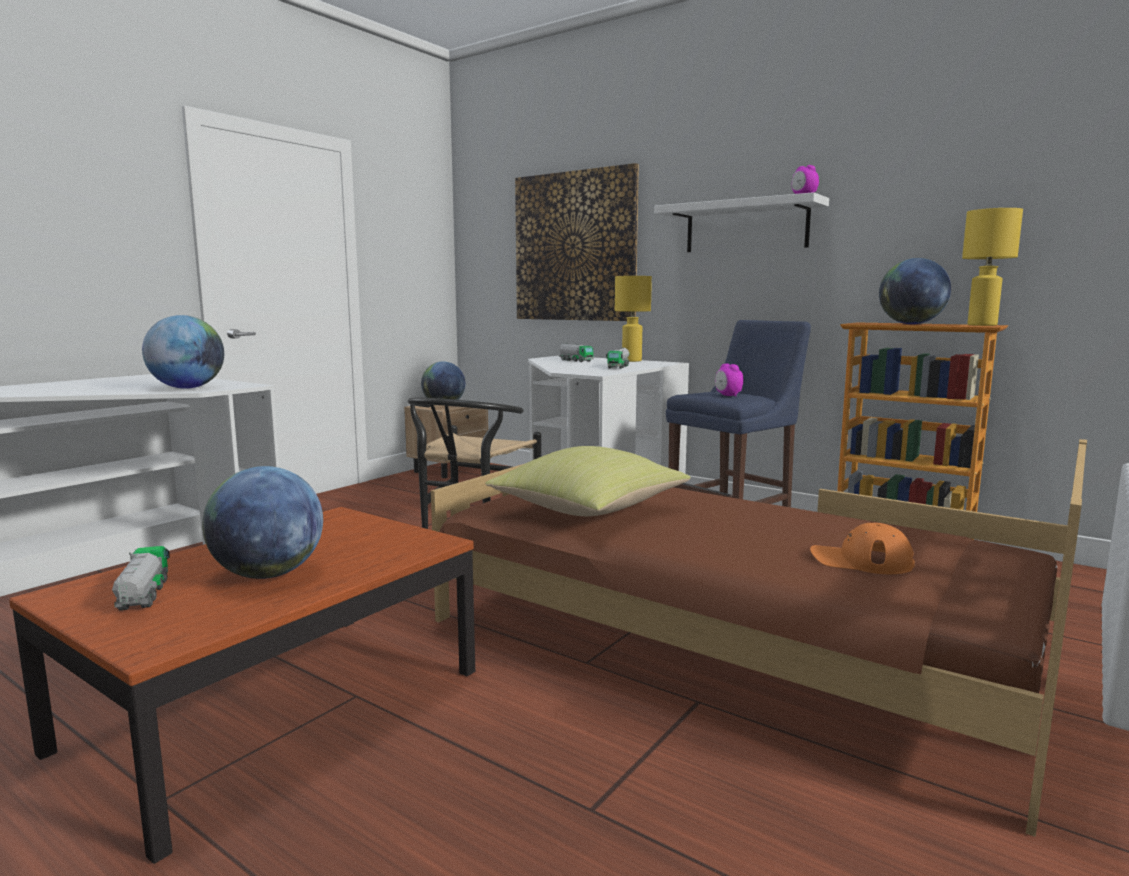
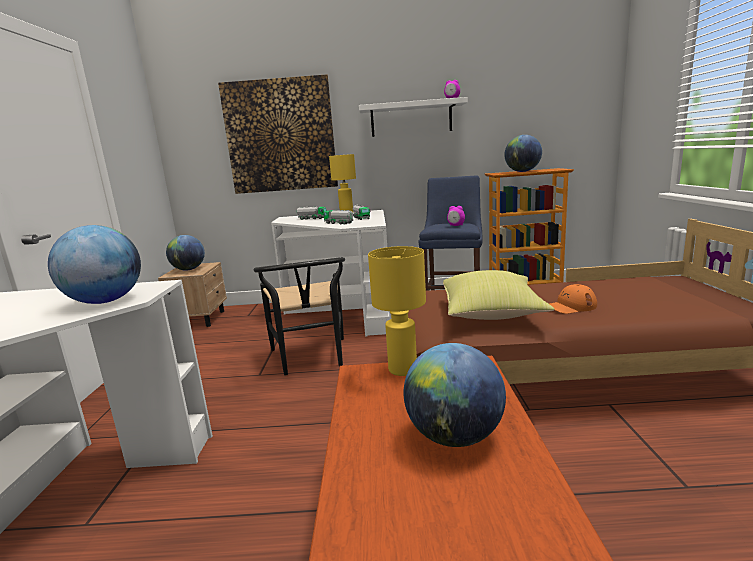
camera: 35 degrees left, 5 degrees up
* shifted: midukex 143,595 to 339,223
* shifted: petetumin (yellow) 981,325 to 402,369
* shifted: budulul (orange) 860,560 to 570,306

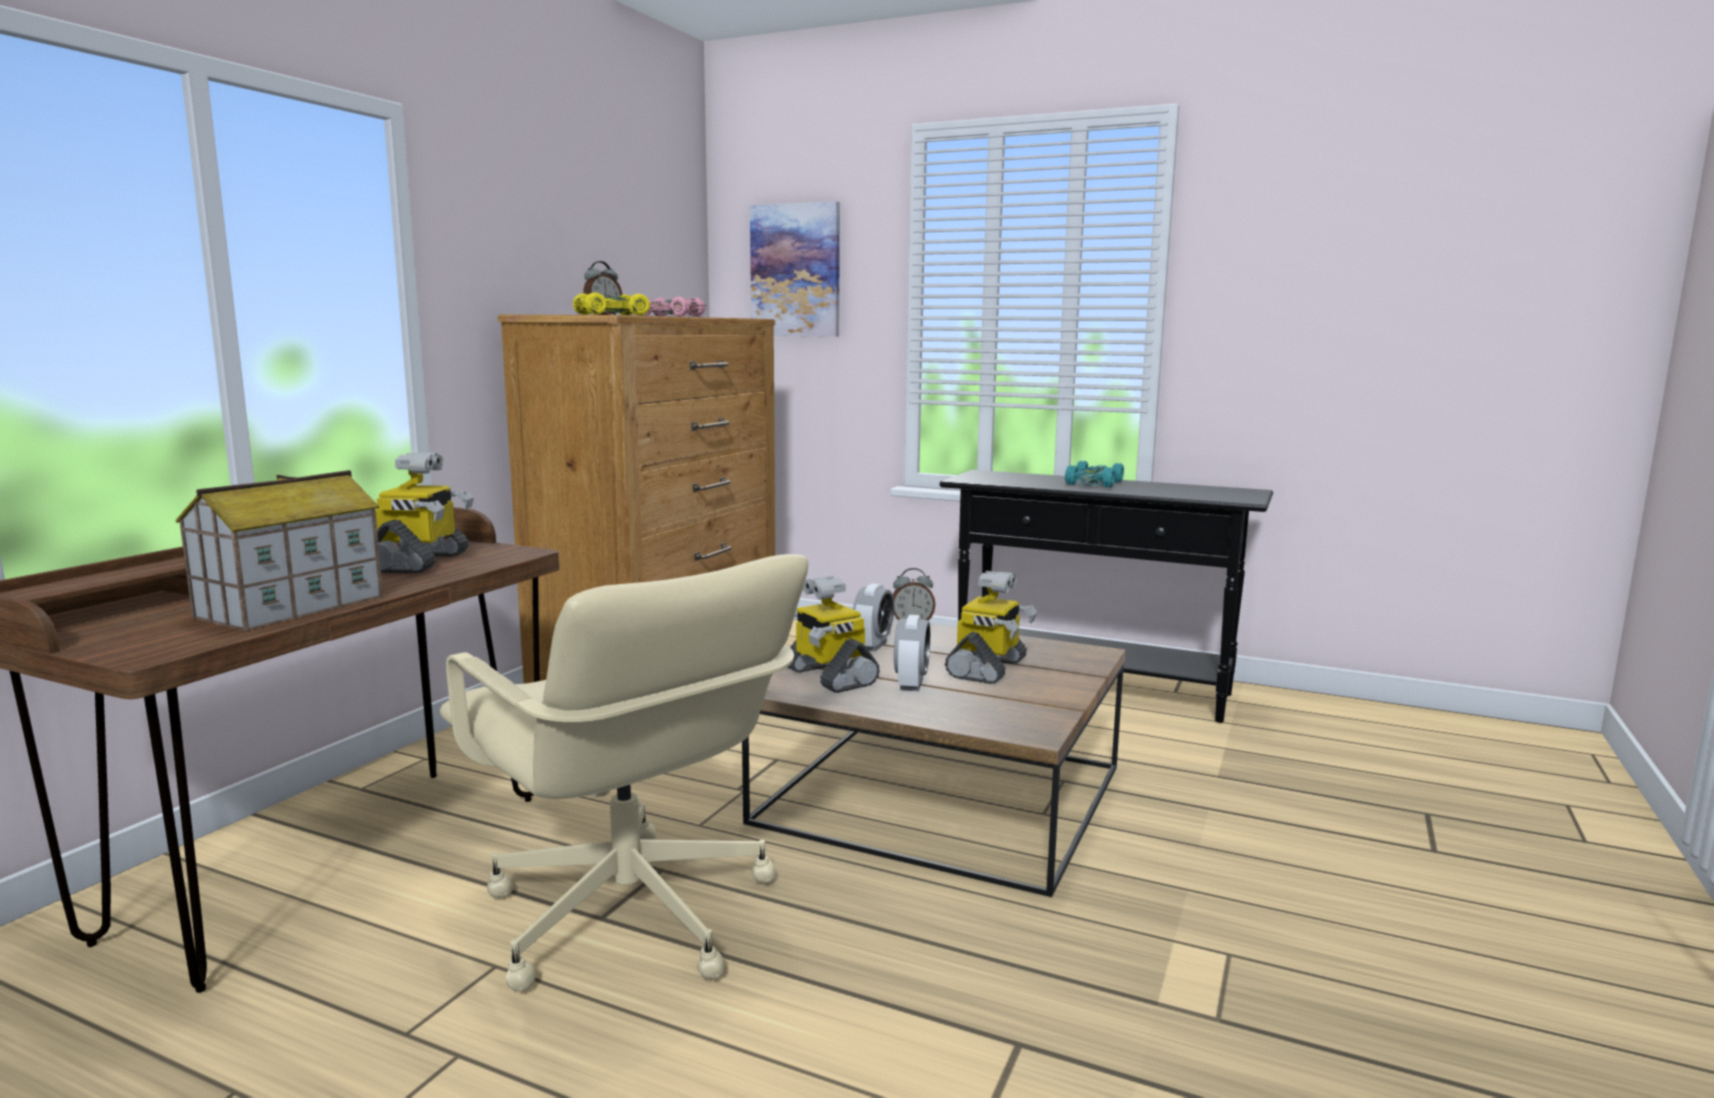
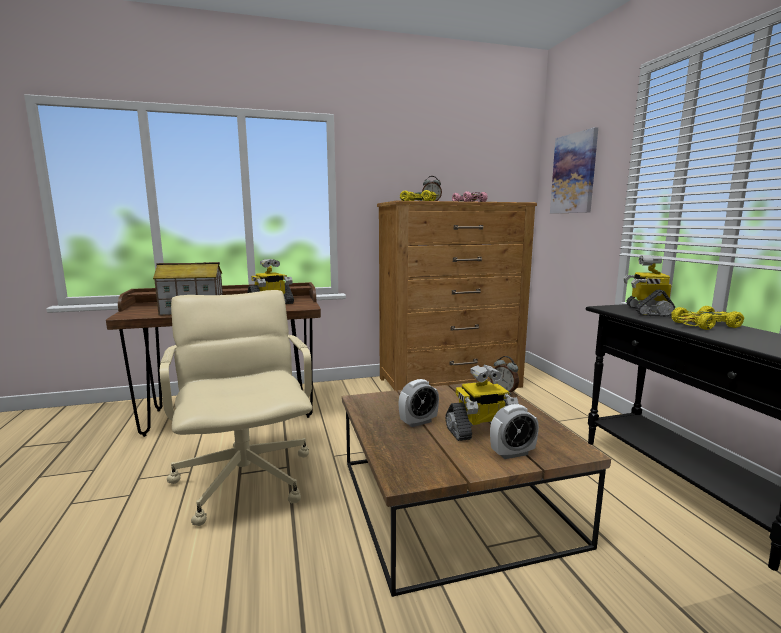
camera: 50 degrees right, 0 degrees up
* rotated: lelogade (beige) 629,916 = 246,478 150 degrees clockwise
* shifted: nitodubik 873,646 to 512,453
* shifted: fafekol 828,676 to 646,311
* repainted: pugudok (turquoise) 1094,483 to pugudok (yellow) 704,325

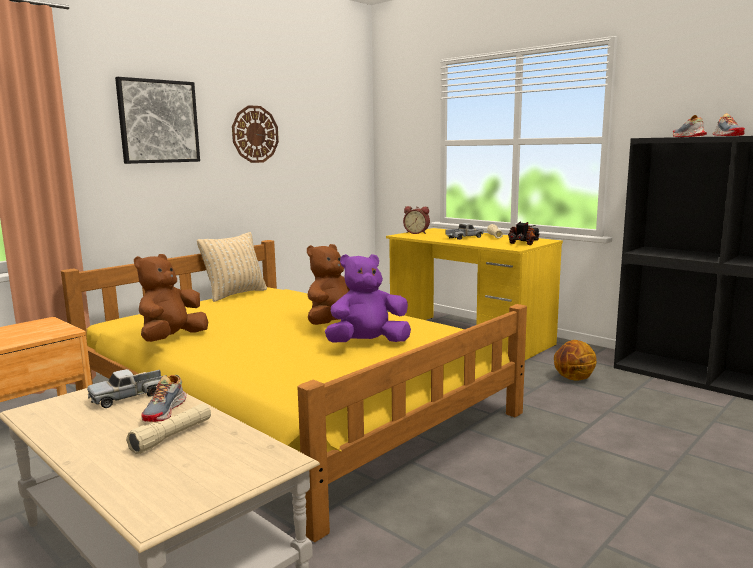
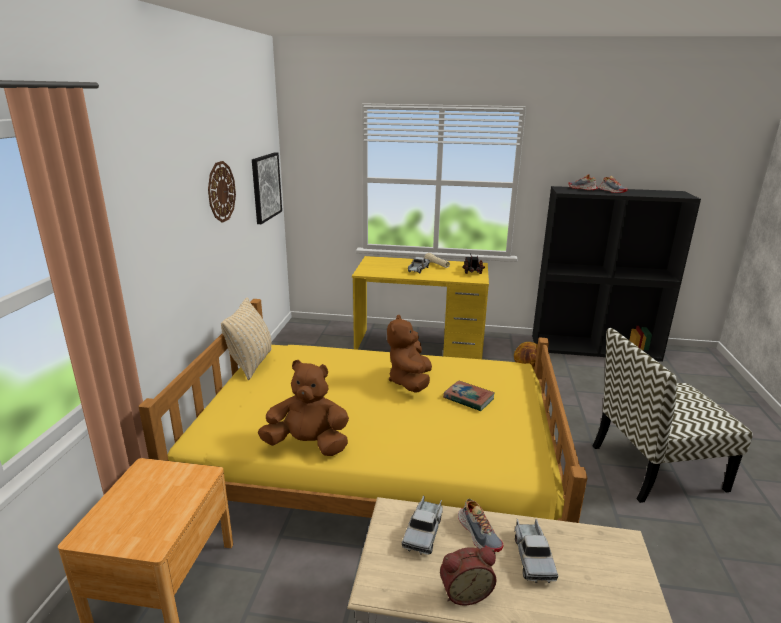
camera: 35 degrees left, 10 degrees up
* shifted: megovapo 158,121 to 265,187
* rotated: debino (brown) 172,339 = 308,445 105 degrees clockwise
* shifted: nitodubik 417,233 to 465,591
* swapped: debino (purple) 367,344 to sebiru 468,398
* swapped: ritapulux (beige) 172,437 to midukex 532,557
* new: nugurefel 655,468

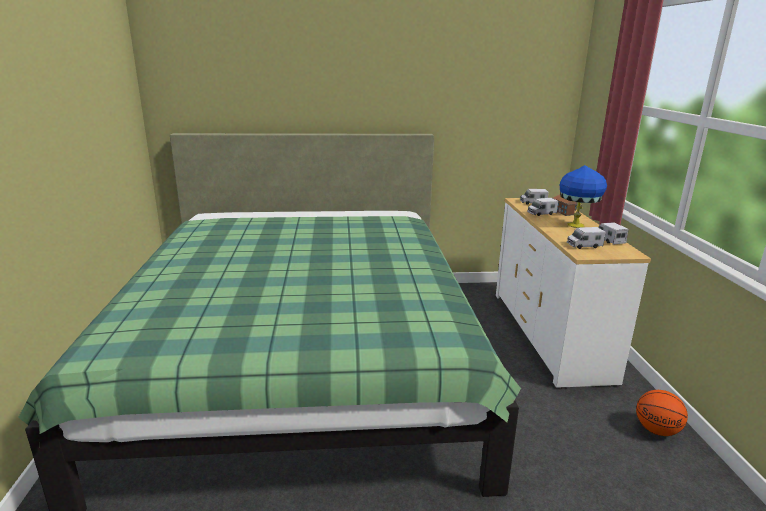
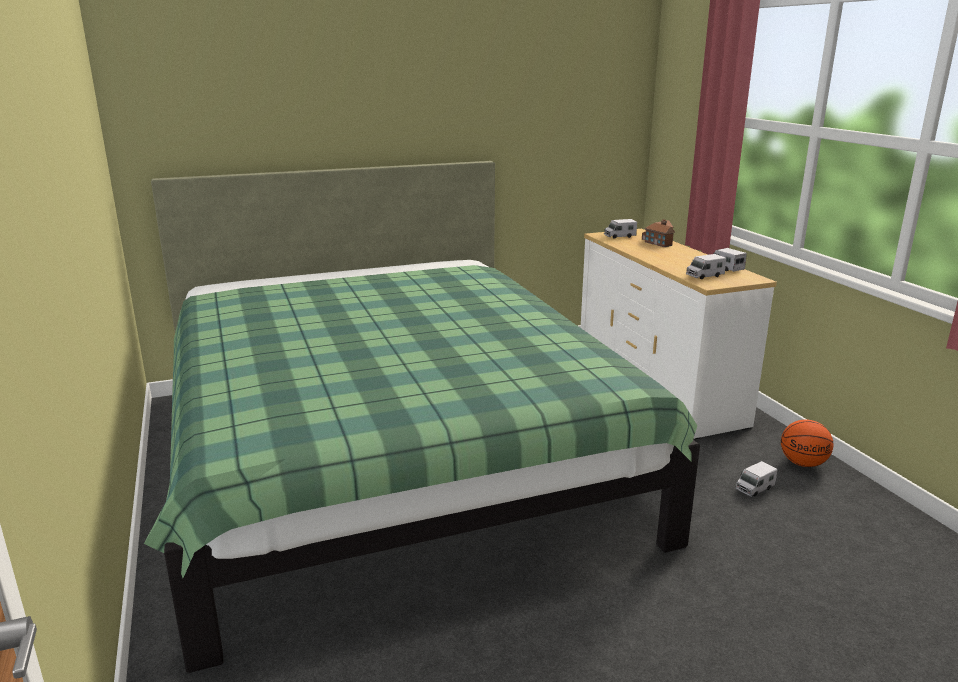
camera: 15 degrees left, 0 degrees up
* shifted: midukex 541,213 to 754,488
* gone: petetumin (blue) 576,225

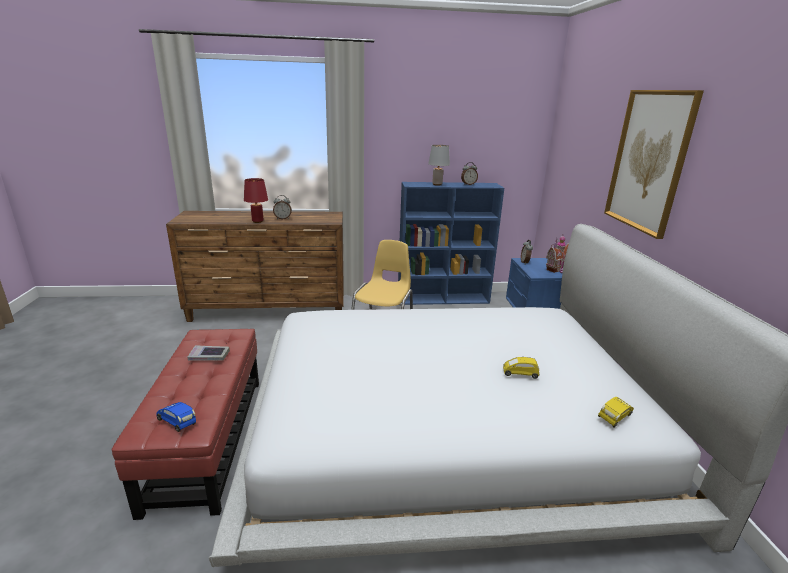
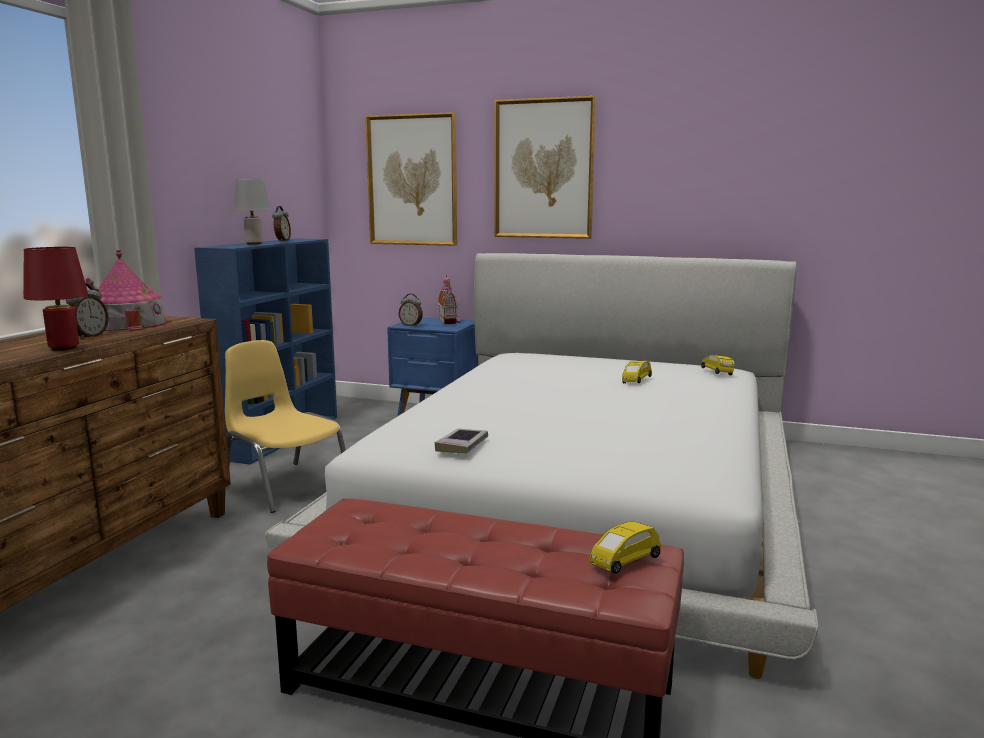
camera: 65 degrees left, 10 degrees down
* new: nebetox 127,324
* new: megovapo 412,180
* shifted: sebiru 209,356 to 462,445
* repainted: pugudok (blue) 178,422 to pugudok (yellow) 624,562

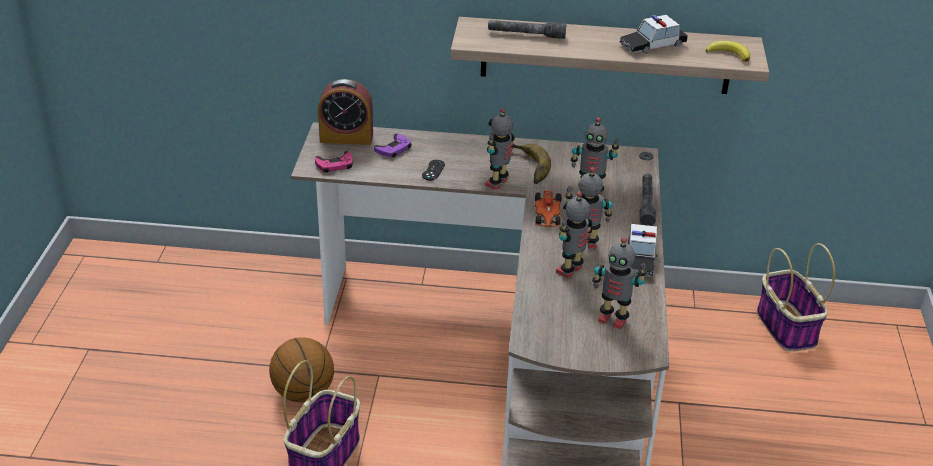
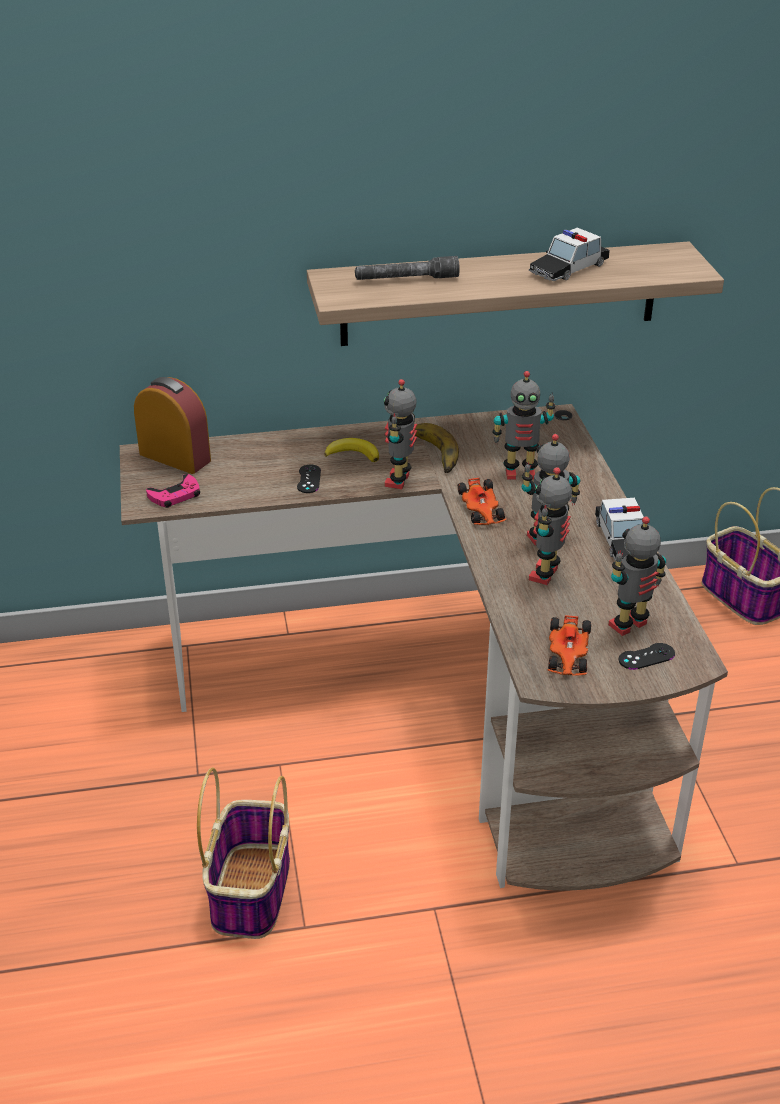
camera: 15 degrees left, 0 degrees up
* rotated: nitodubik 346,137 = 175,457 135 degrees counterclockwise
* shifted: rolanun 729,54 to 353,454
* new: pugudok 568,654
* rotated: fafekol 613,319 = 629,626 135 degrees clockwise
* new: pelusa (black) 646,657
* gone: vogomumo 303,392
* gone: pelusa (purple) 393,149
* gone: ritapulux (grey) 646,204

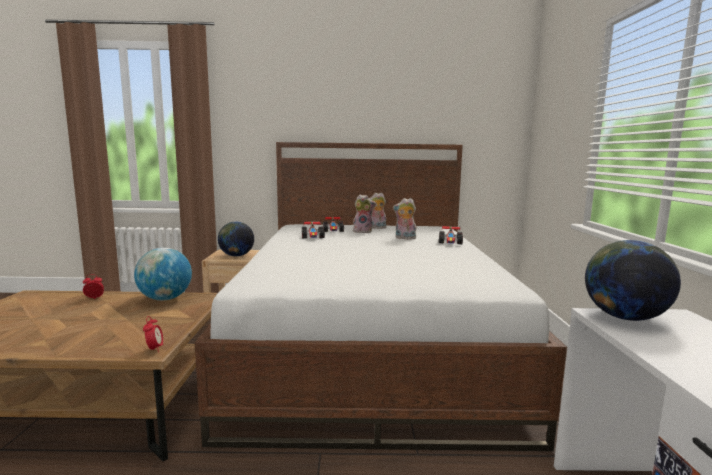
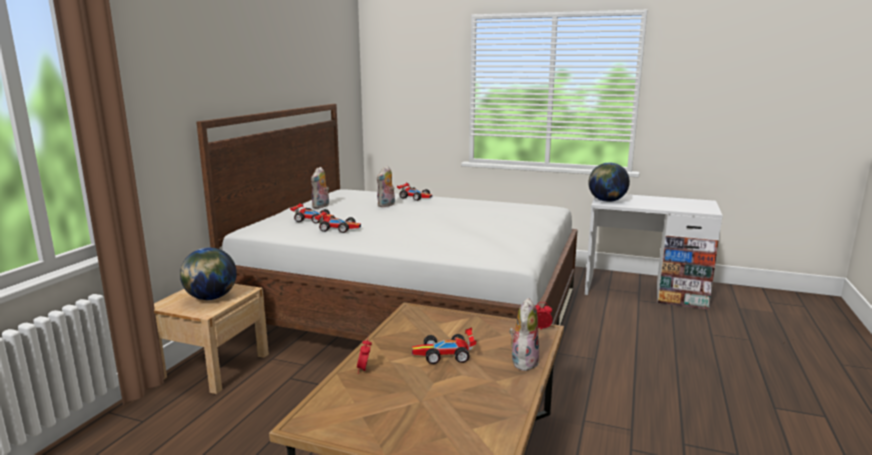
camera: 70 degrees left, 5 degrees up
* new: pugudok 445,355
* shifted: debino 363,231 to 523,361
* gone: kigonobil 165,299

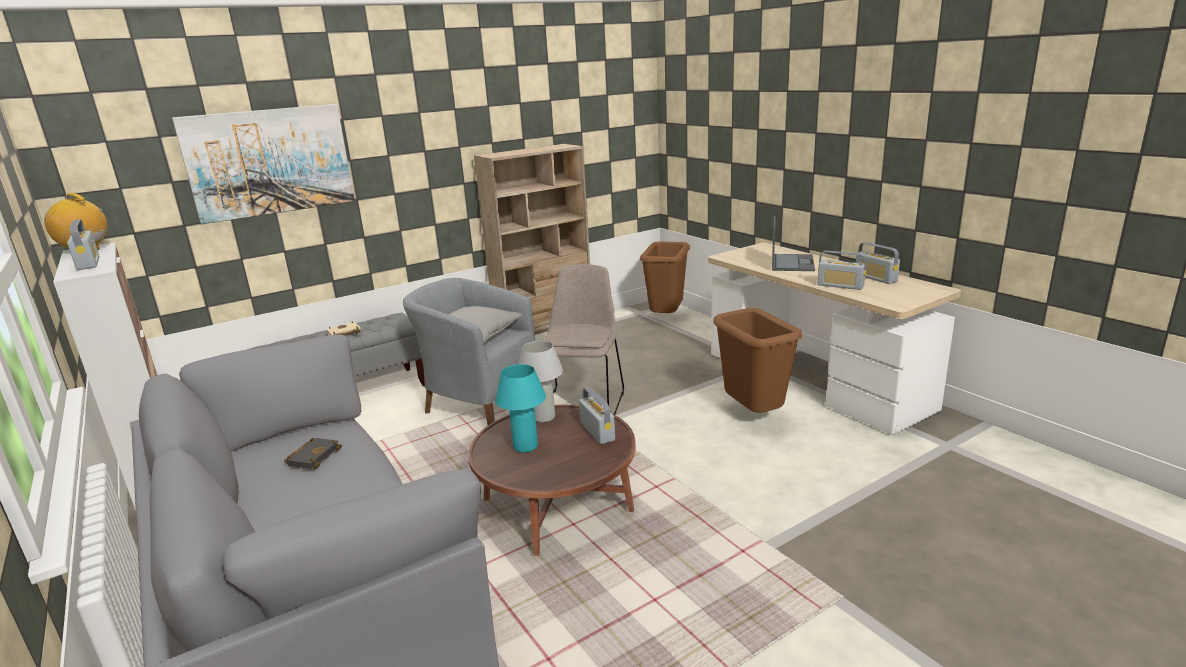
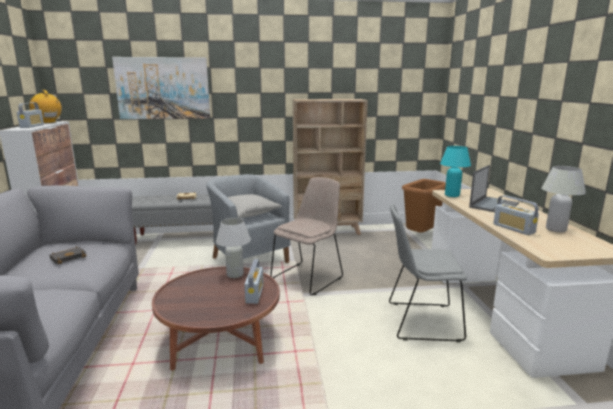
camera: 25 degrees right, 5 degrees down
* swapped: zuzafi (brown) 752,414 to nugurefel (grey) 420,321
* shifted: petetumin (turquoise) 525,446 to 452,195
* swapped: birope 875,278 to petetumin (white) 556,229

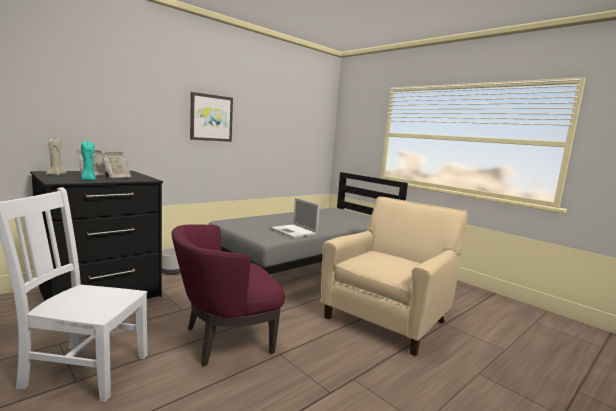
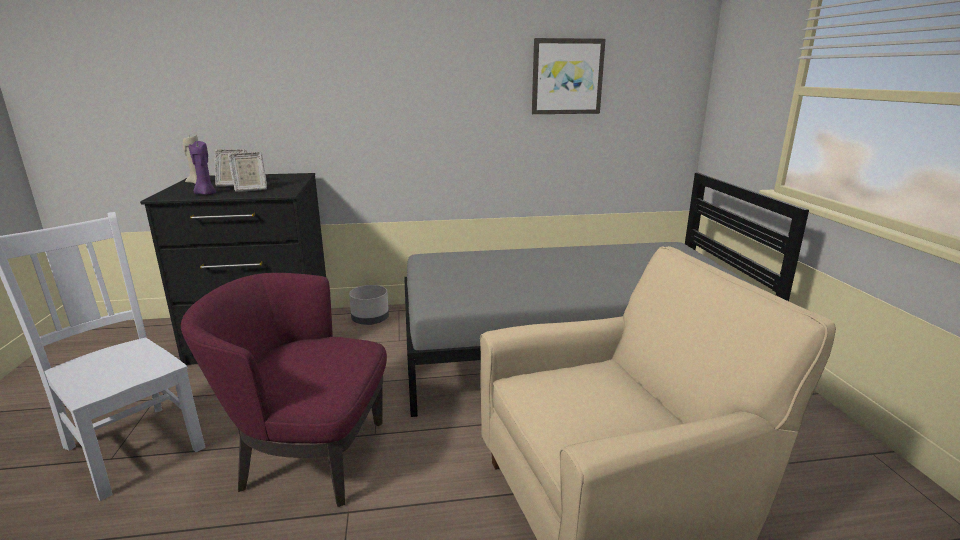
camera: 35 degrees right, 10 degrees up
* repainted: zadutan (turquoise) 88,180 to zadutan (purple) 205,194
* shifted: megovapo 211,118 to 567,77
* gone: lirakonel 294,231

